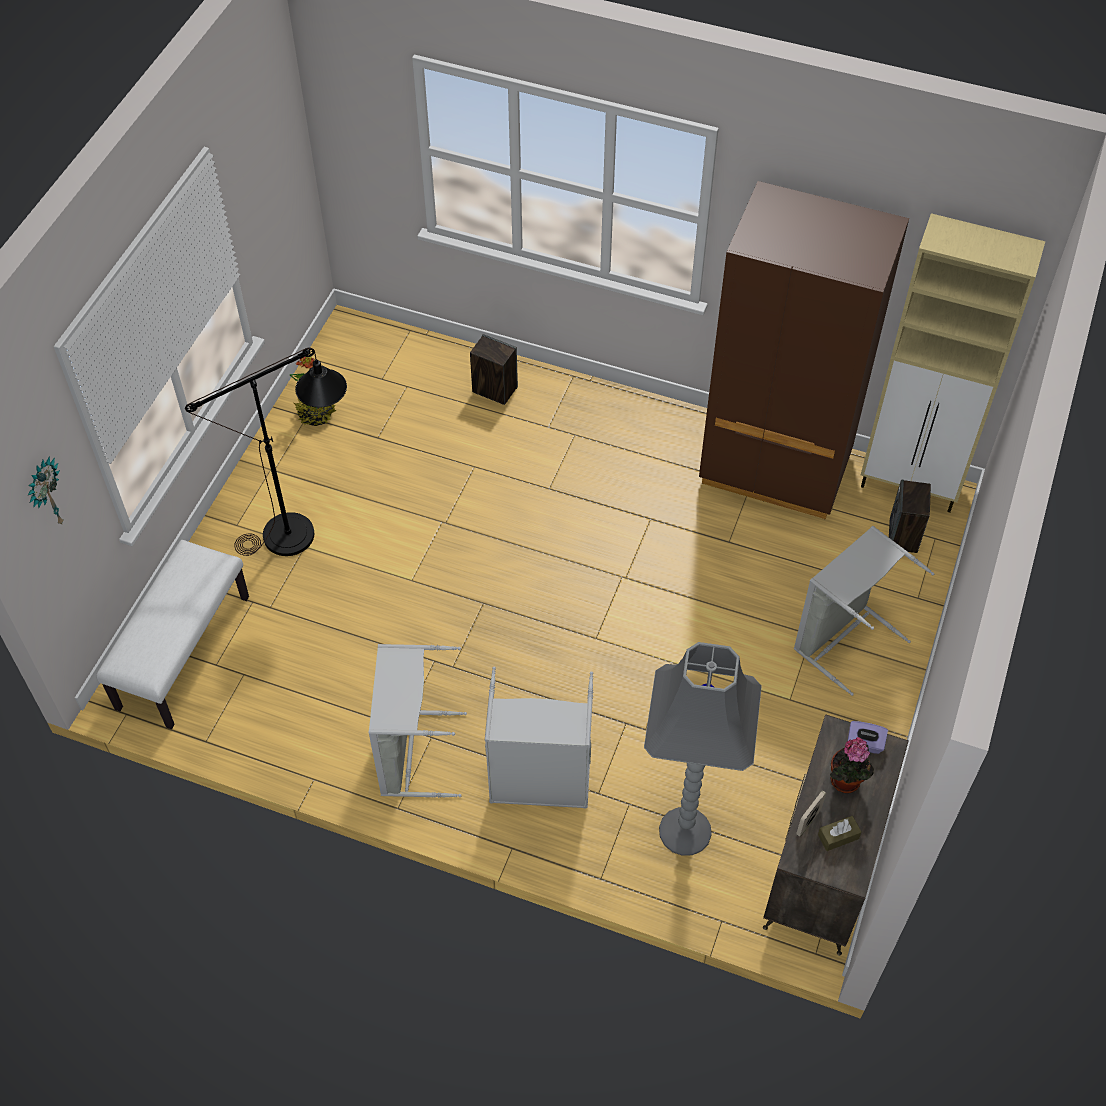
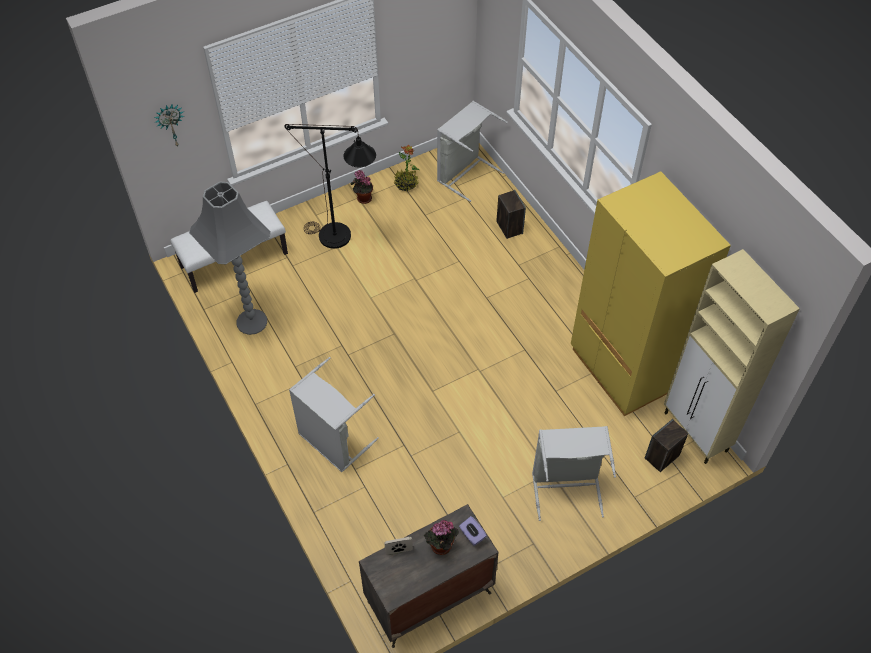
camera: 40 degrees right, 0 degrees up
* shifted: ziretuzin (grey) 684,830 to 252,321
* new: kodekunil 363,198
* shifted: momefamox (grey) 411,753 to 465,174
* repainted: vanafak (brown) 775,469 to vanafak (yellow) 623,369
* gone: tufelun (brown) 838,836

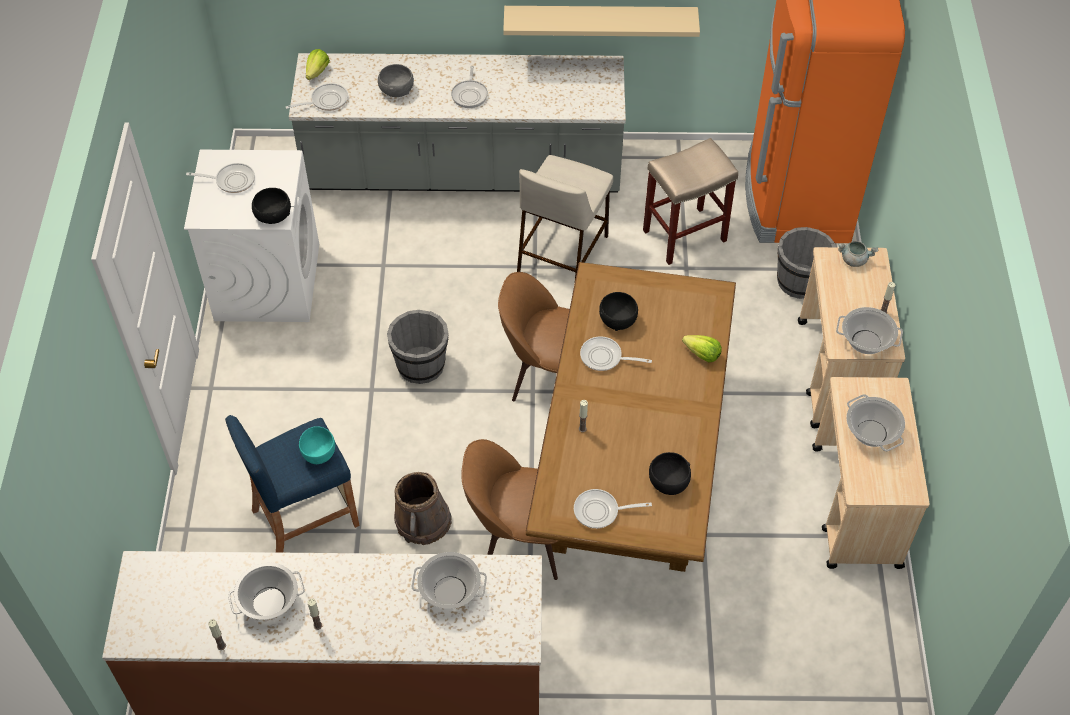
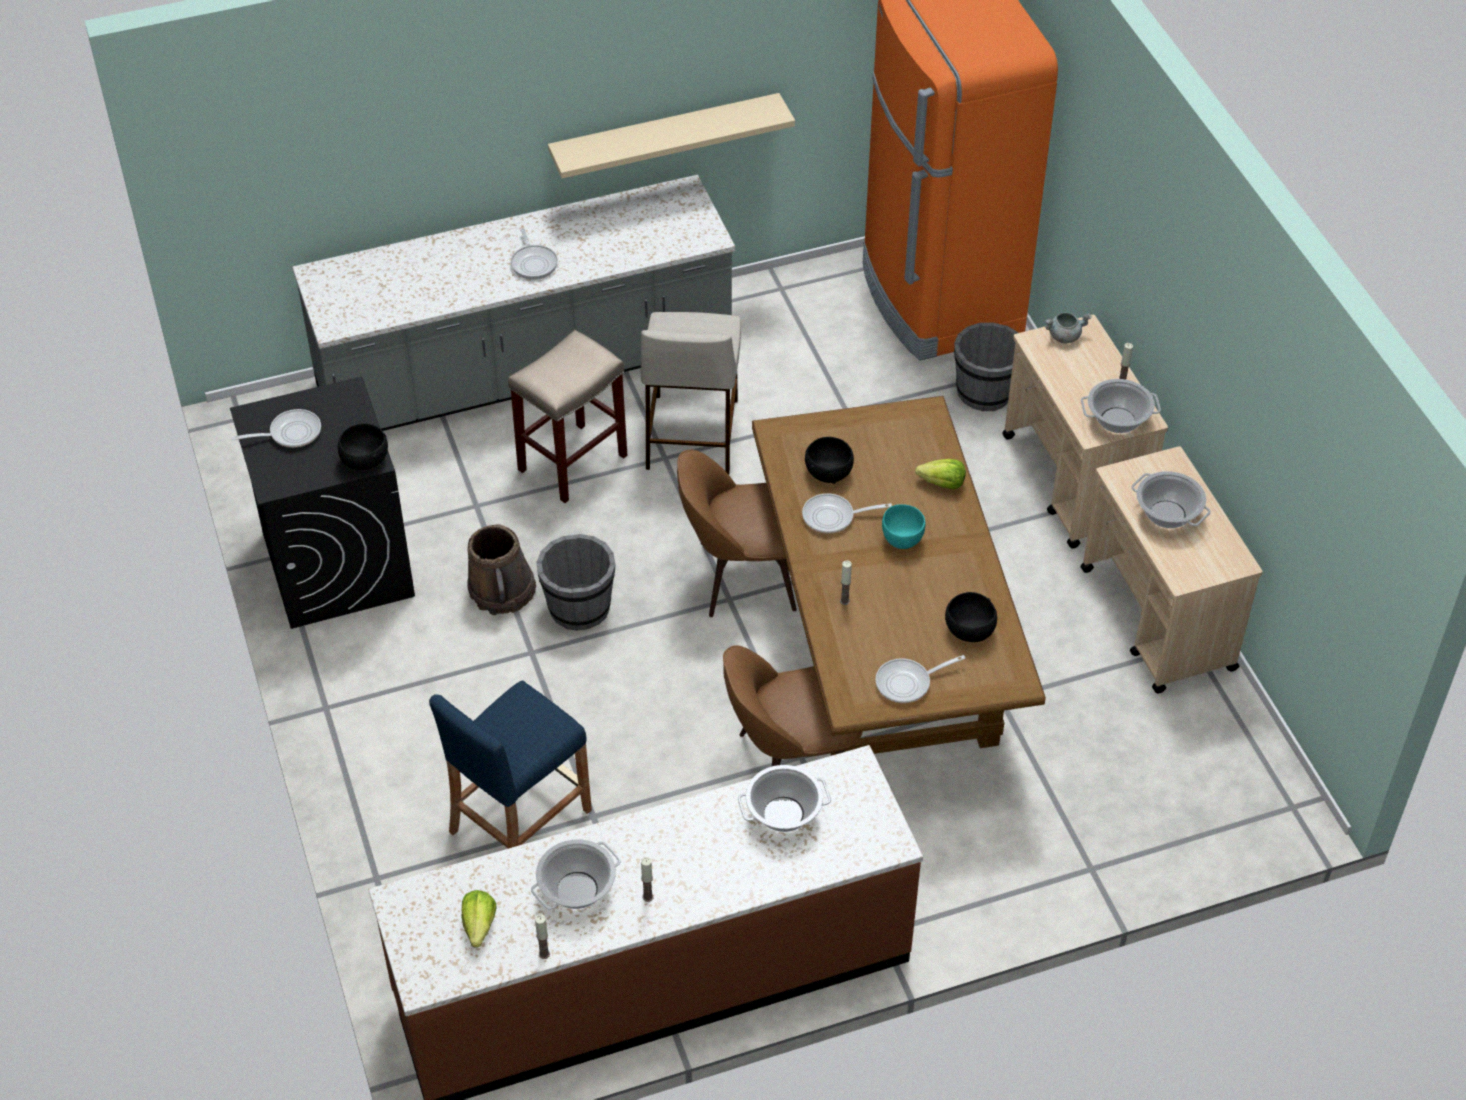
camera: 20 degrees left, 5 degrees down
* repainted: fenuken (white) 267,281 to fenuken (black) 337,564
* shifted: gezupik 317,72 to 479,926
* shifted: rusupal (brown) 423,521 to 502,590
* shifted: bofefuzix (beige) 685,235 to 573,461
* shifted: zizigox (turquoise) 319,454 to 902,539
* gone: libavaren 326,101
* gone: zizigox (grey) 396,90

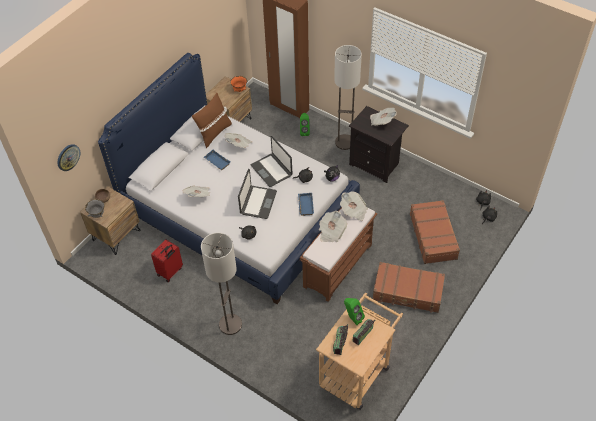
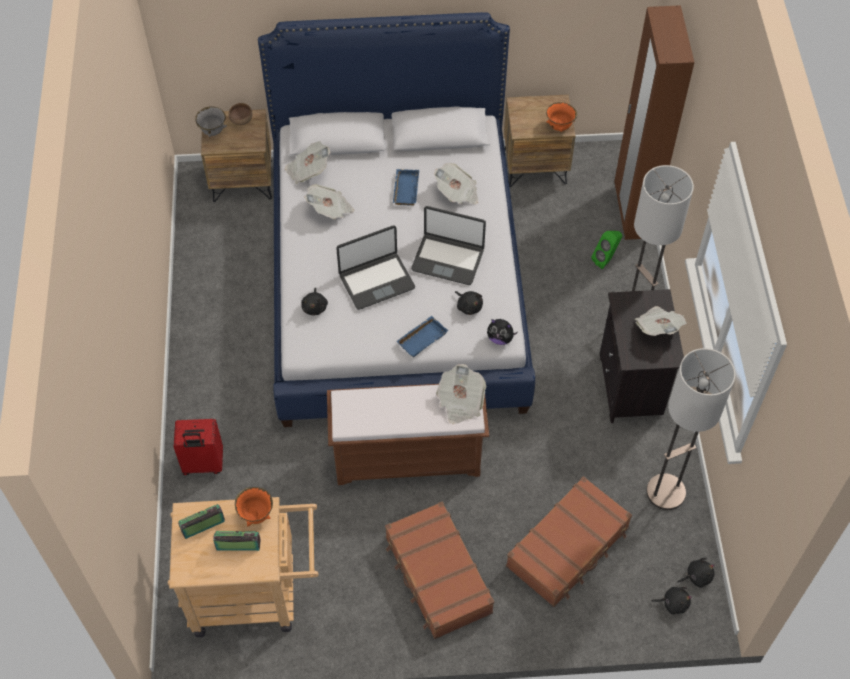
camera: 50 degrees right, 5 degrees up
* shifted: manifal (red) 170,272 to 203,464
* swapped: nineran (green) 352,318 to zizigox (orange) 256,514
* shifted: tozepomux 331,232 to 308,170
* rotated: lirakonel 272,170 = 448,259 90 degrees counterclockwise
* shifted: ziretuzin 230,324 to 665,492
* gone: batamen 68,157
* gone: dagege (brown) 214,133

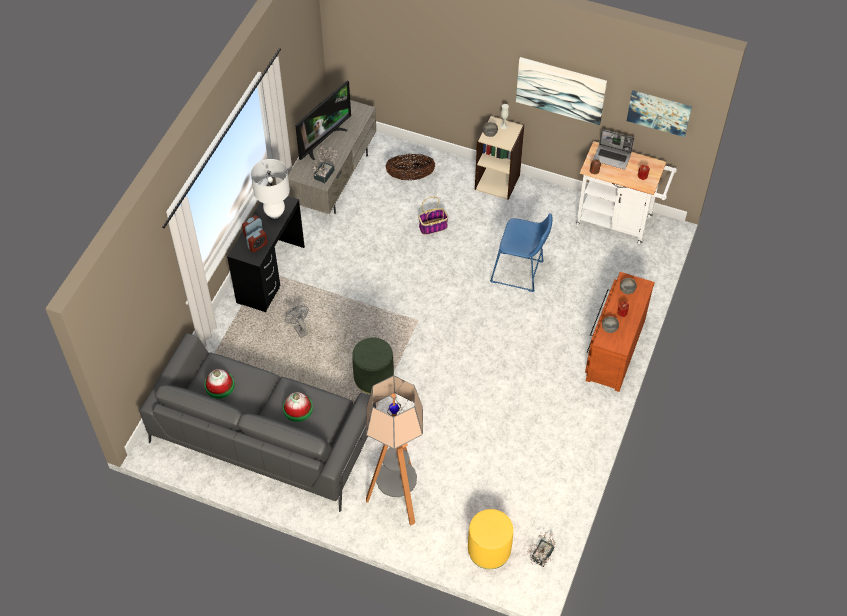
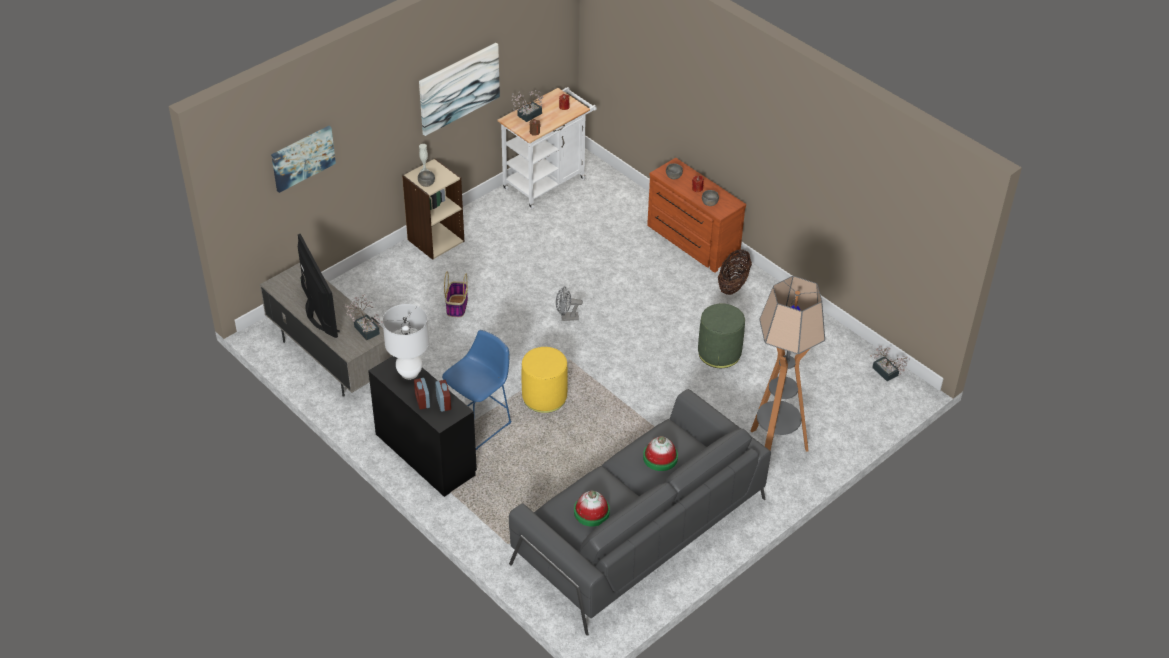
camera: 65 degrees left, 10 degrees down
* shifted: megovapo 659,112 to 302,158
* shifted: bofefuzix (blue) 520,273 to 478,424
* swapped: lirakonel 612,157 to kodekunil 527,115
* shifted: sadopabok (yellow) 489,550 to 544,397
* shifted: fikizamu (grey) 299,329 to 566,317
* shifted: sadopabok (green) 373,378 to 719,353
* shifted: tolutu 410,176 to 733,285

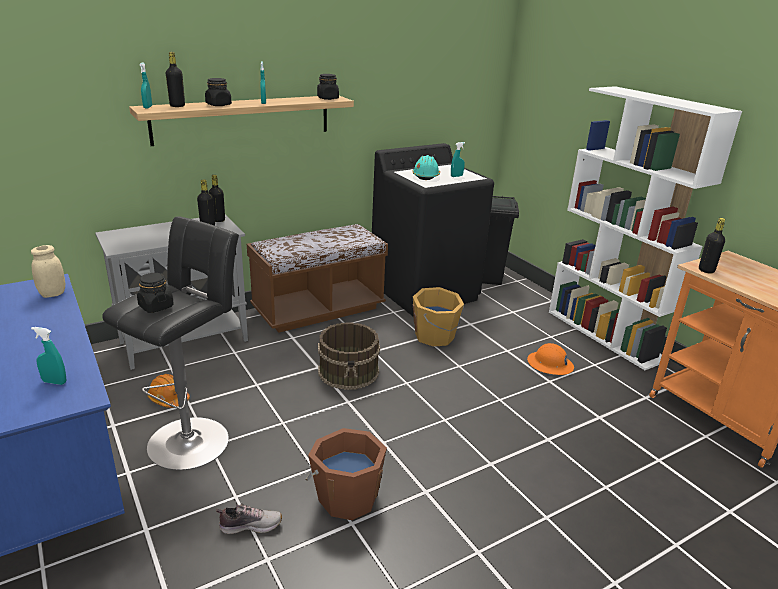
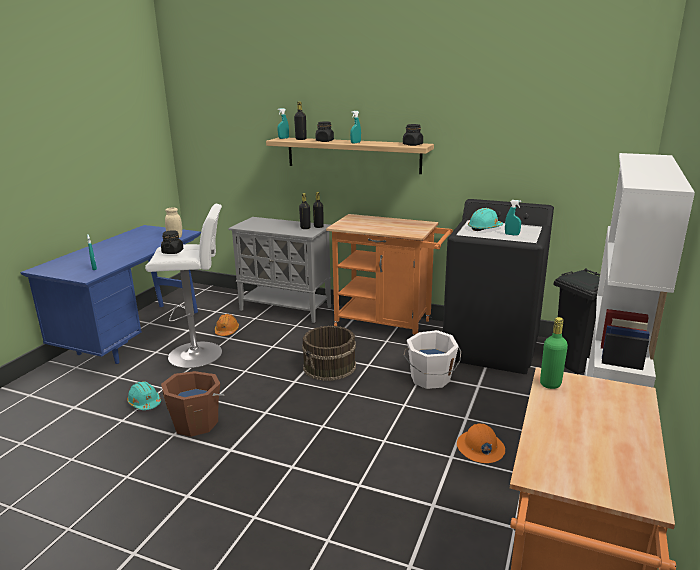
camera: 55 degrees right, 5 degrees down
* swapped: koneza 250,525 to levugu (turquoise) 144,403
* repainted: bofefuzix (black) 193,439 to bofefuzix (white) 199,354
* swapped: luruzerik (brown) 318,309 to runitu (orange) 389,325
* repainted: rusupal (orange) 435,336 to rusupal (white) 430,379
* repainted: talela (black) 706,270 to talela (green) 550,384

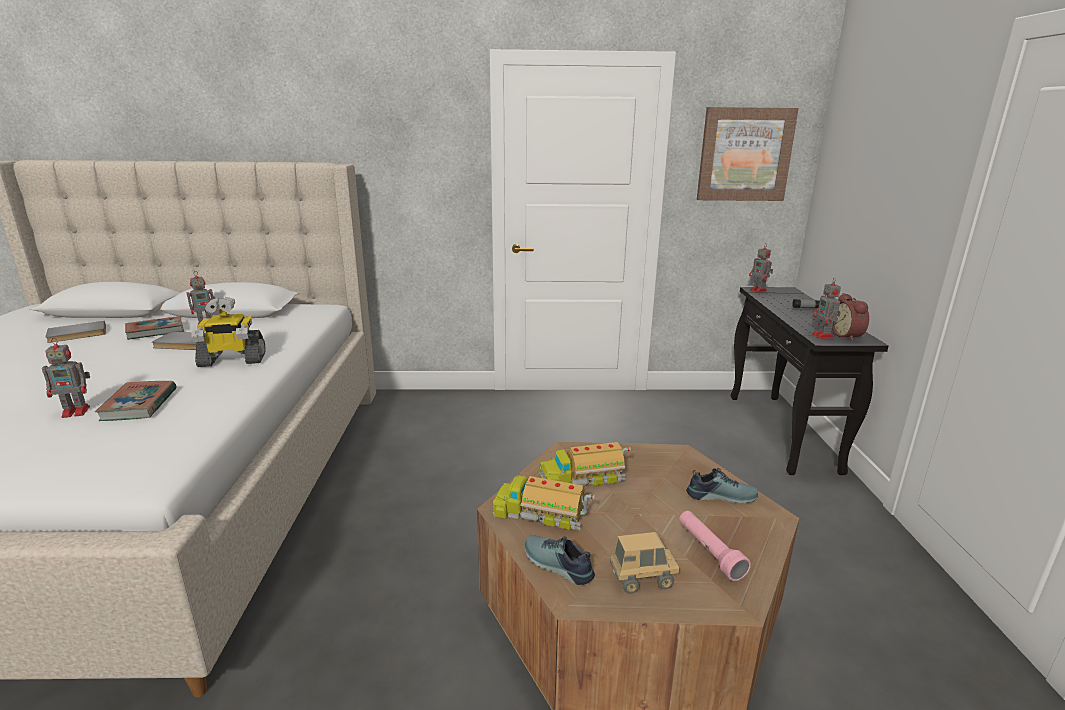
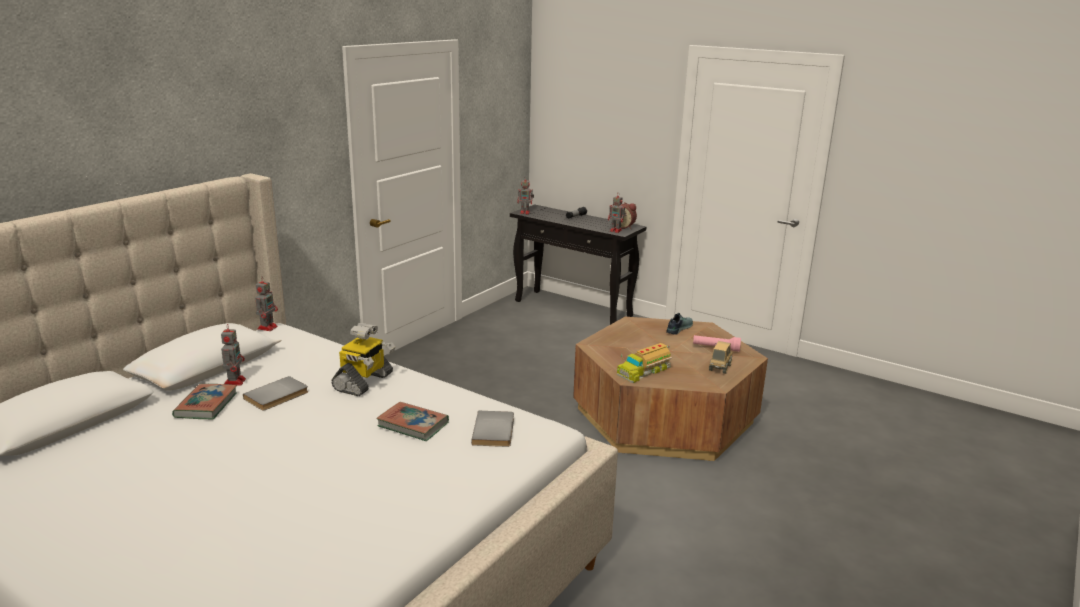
camera: 55 degrees left, 0 degrees up
* shifted: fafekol 77,411 to 268,327
* shifted: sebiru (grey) 77,334 to 495,431
* gone: koneza 556,565
* gone: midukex 582,477
* gone: megovapo 744,155

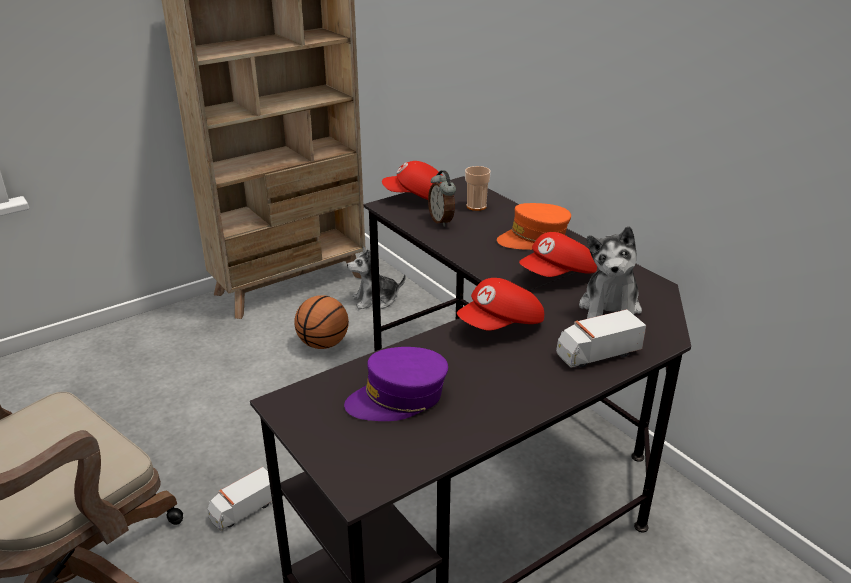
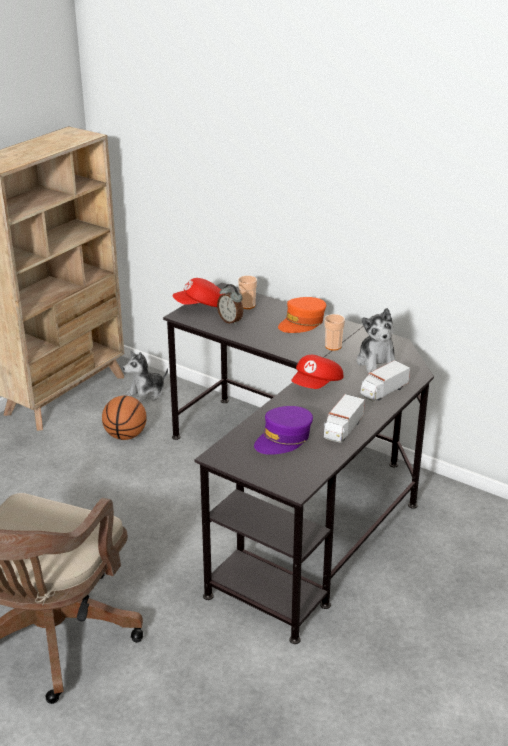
camera: 20 degrees left, 0 degrees up
* swapped: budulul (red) 558,275 to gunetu 333,346
* shifted: midukex 244,510 to 342,429

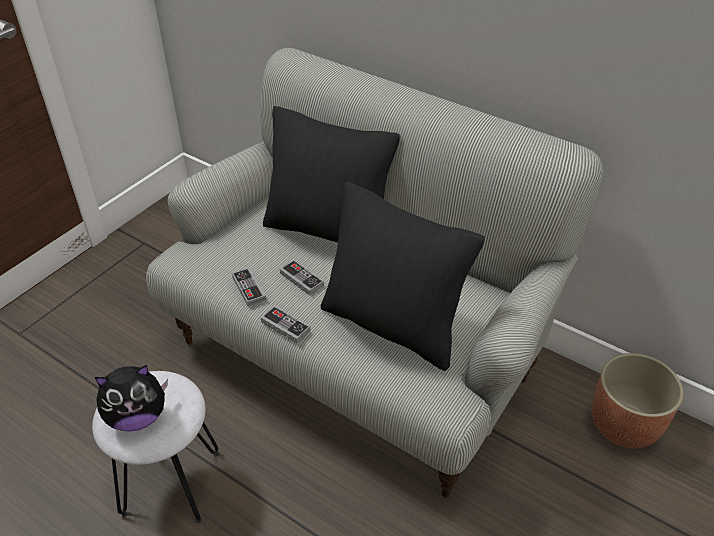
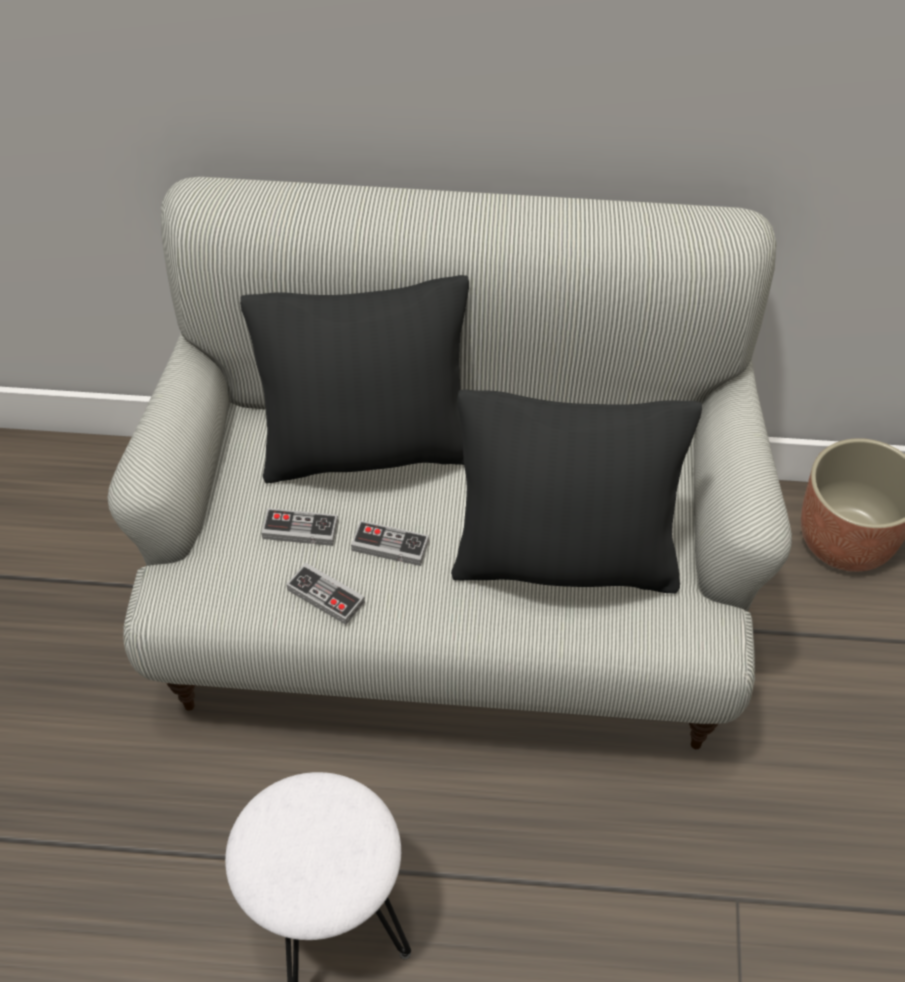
camera: 30 degrees left, 10 degrees up
* shifted: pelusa 285,326 to 300,529
* gone: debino 137,417

